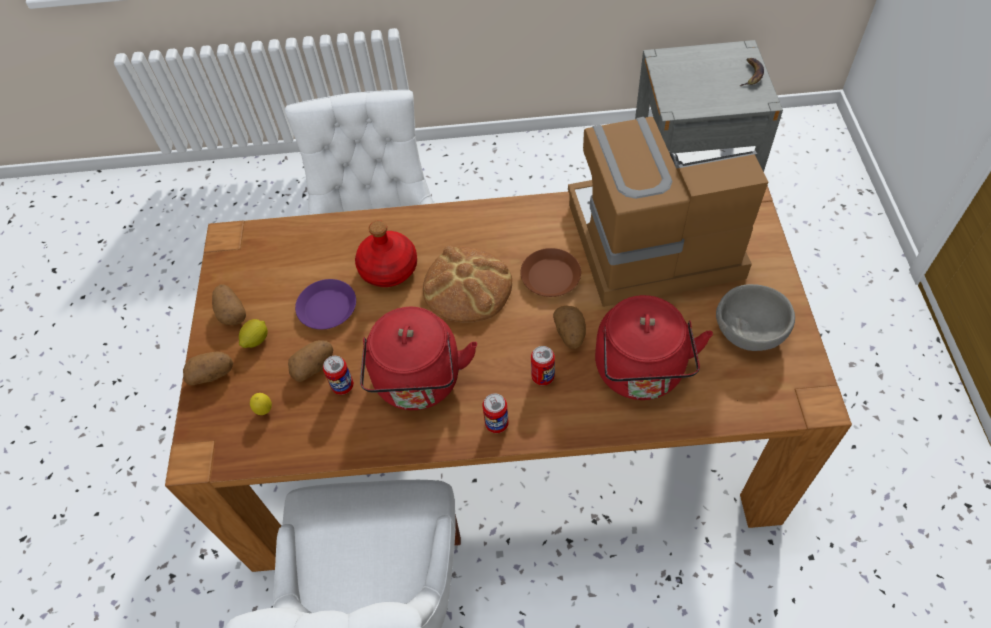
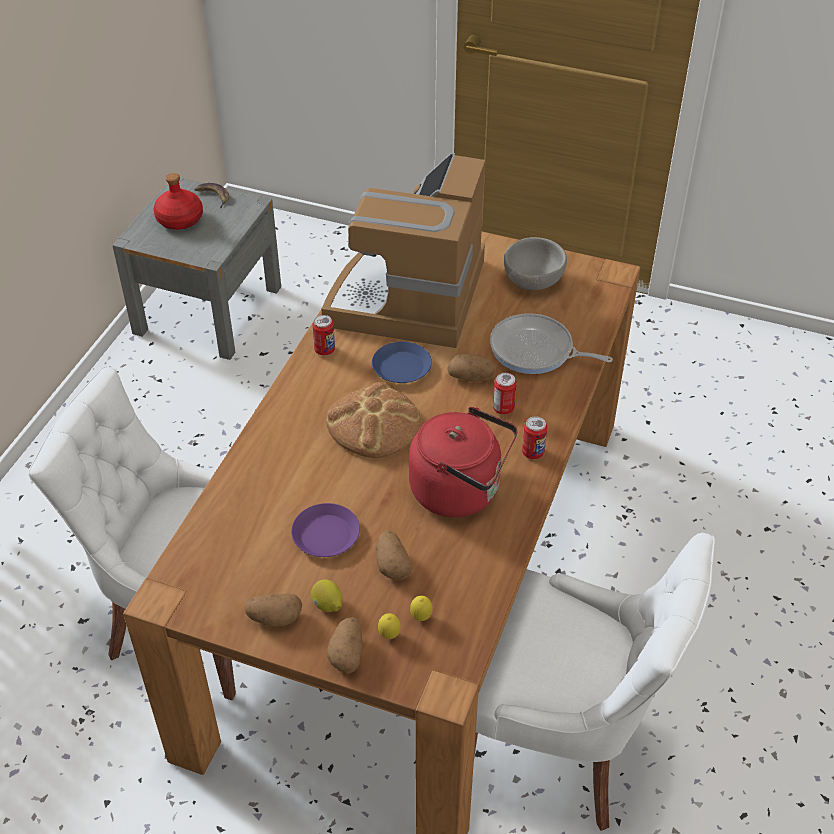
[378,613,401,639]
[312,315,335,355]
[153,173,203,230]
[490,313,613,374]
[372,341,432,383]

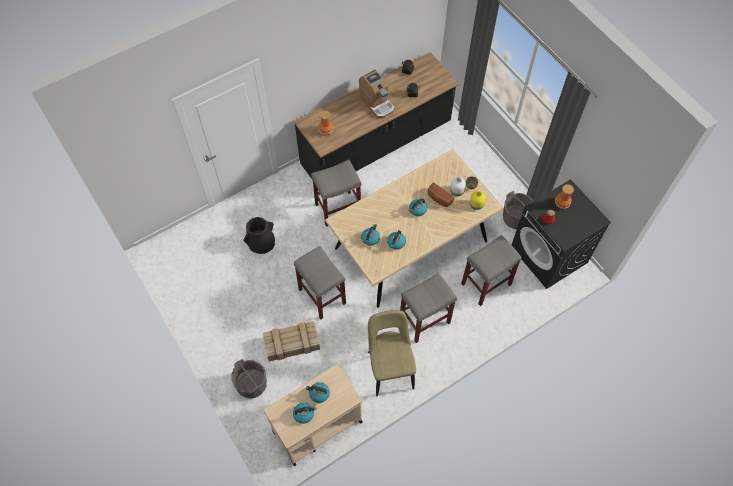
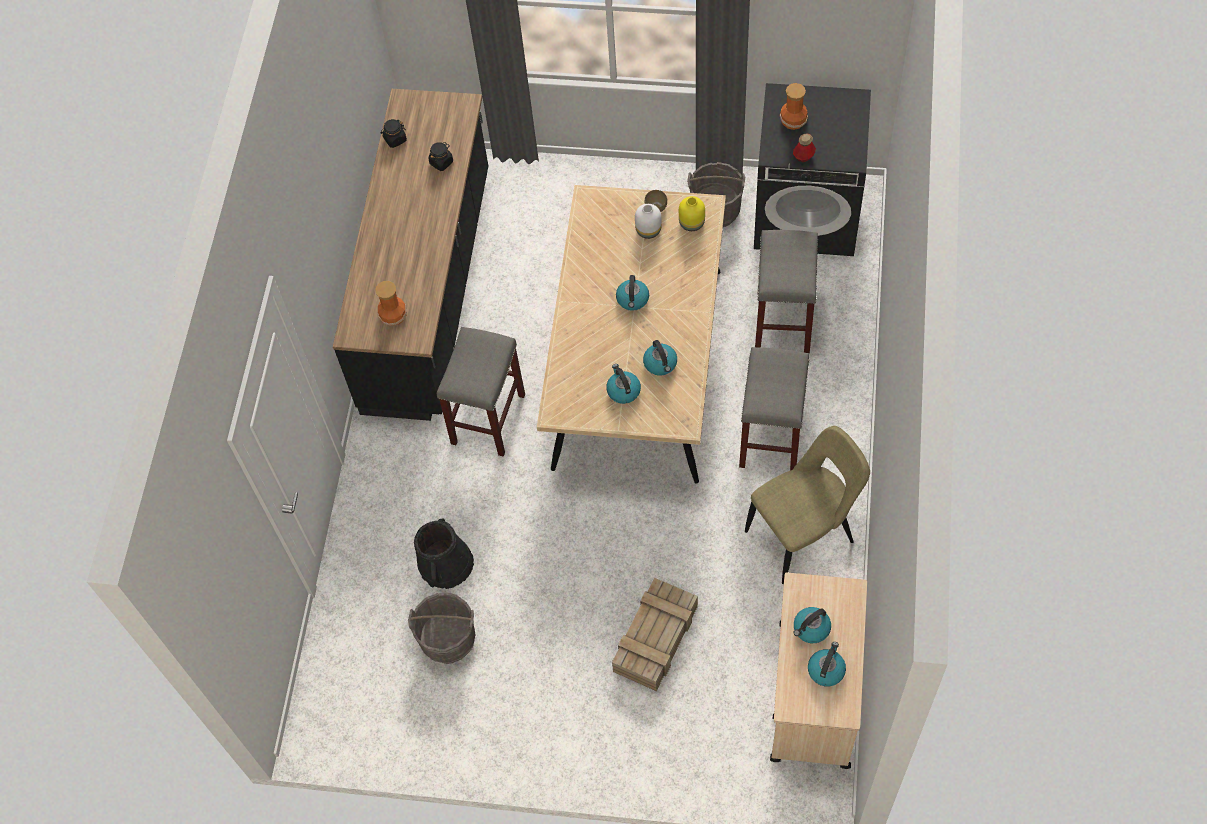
[294,246,346,320] (first image)
[359,70,395,119] (first image)
[428,183,454,207] (first image)
[408,592,475,664]
[745,426,870,584]

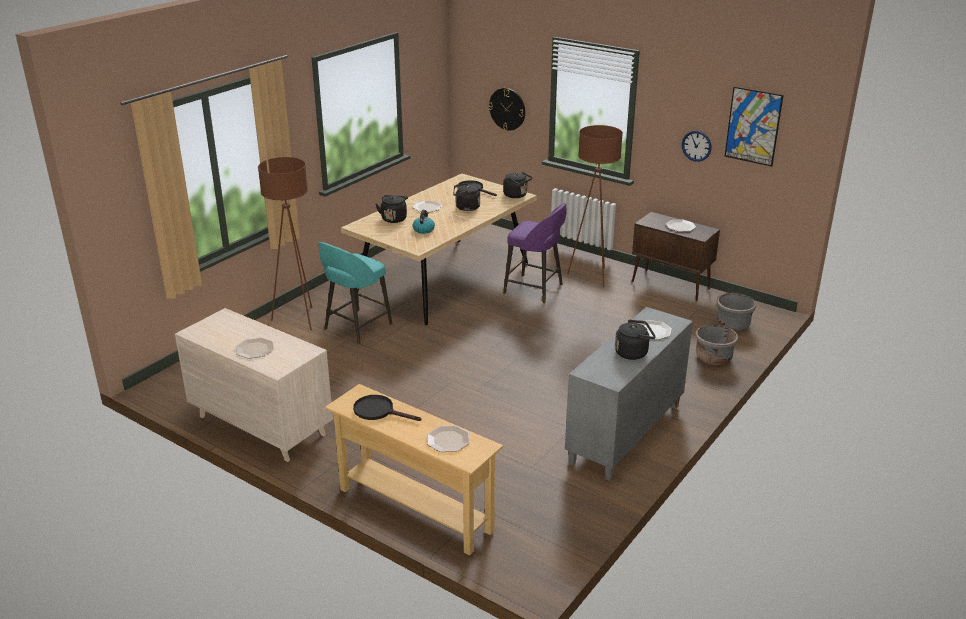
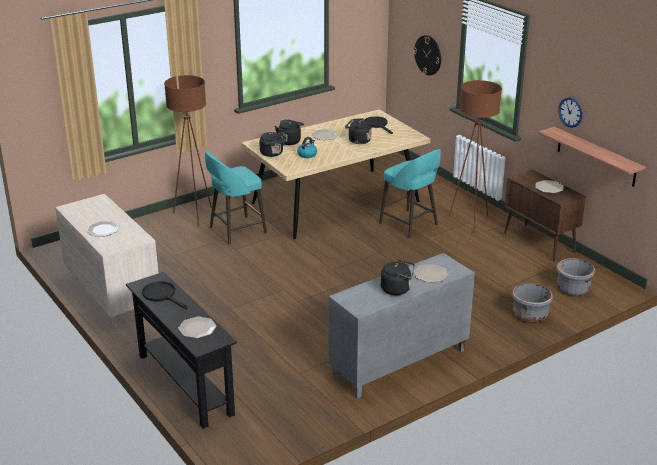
[725,87,783,167] (first image)
[538,127,646,187]
[259,132,286,157]
[126,272,237,429]
[379,149,441,239]

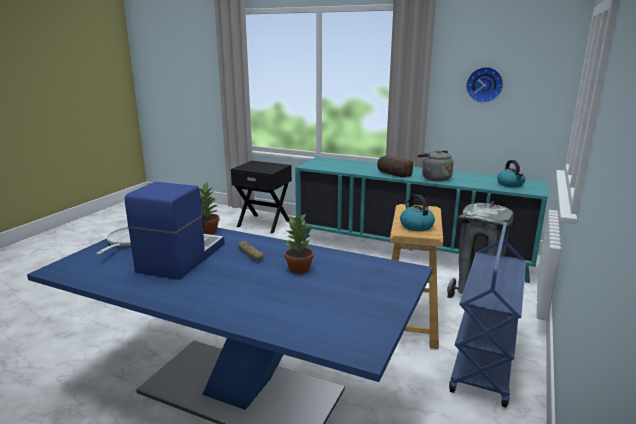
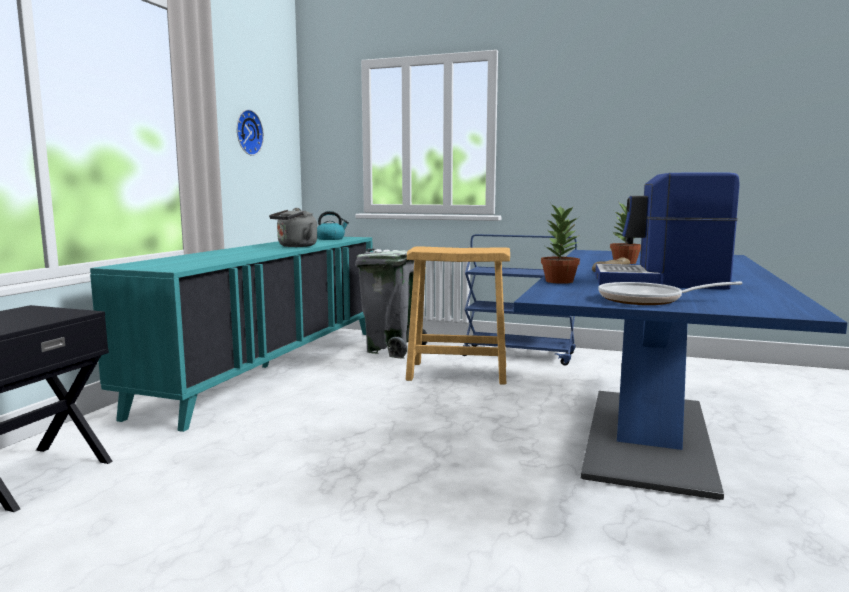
[377,155,413,177] (first image)
[400,195,435,231] (first image)

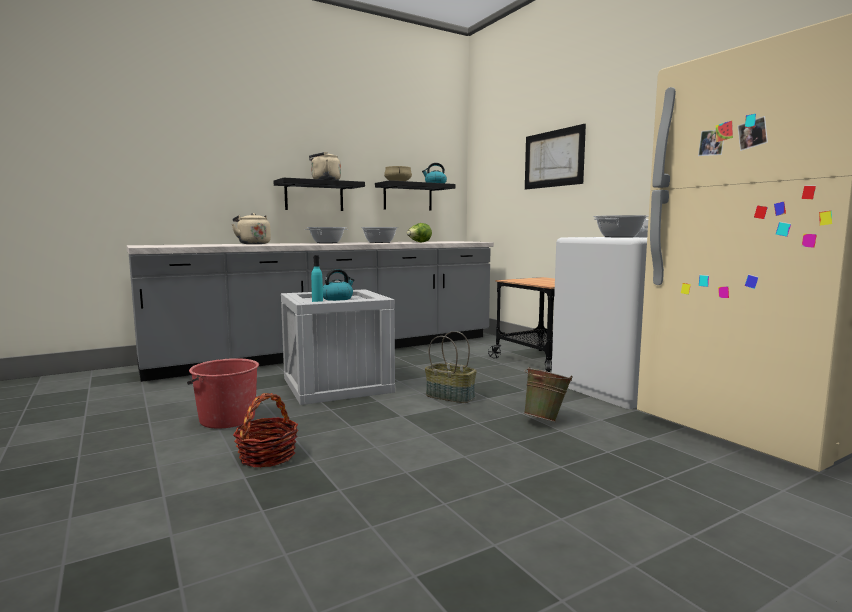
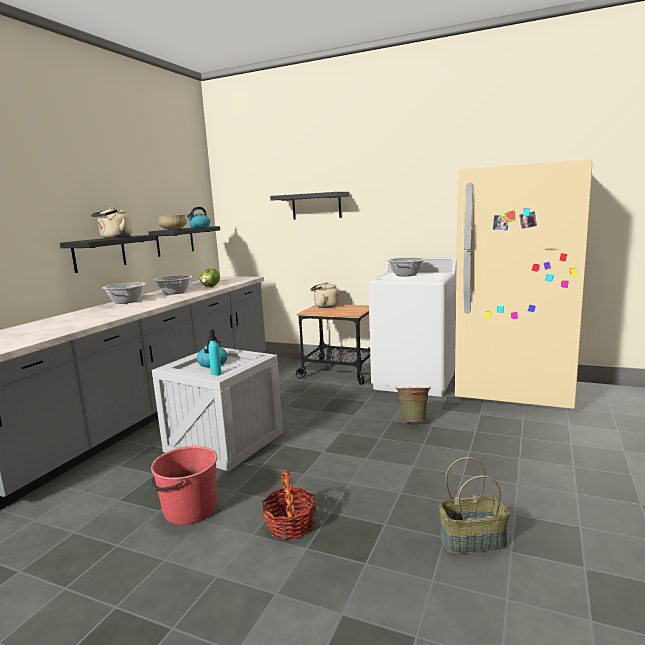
[310,282,339,308]
[438,457,510,554]
[270,192,349,220]

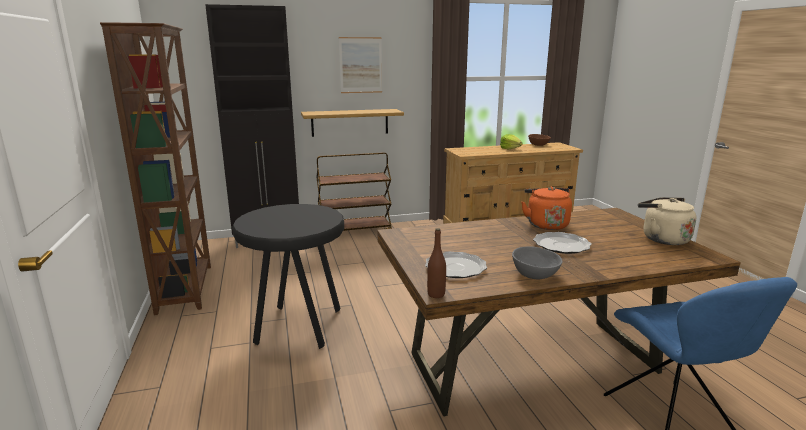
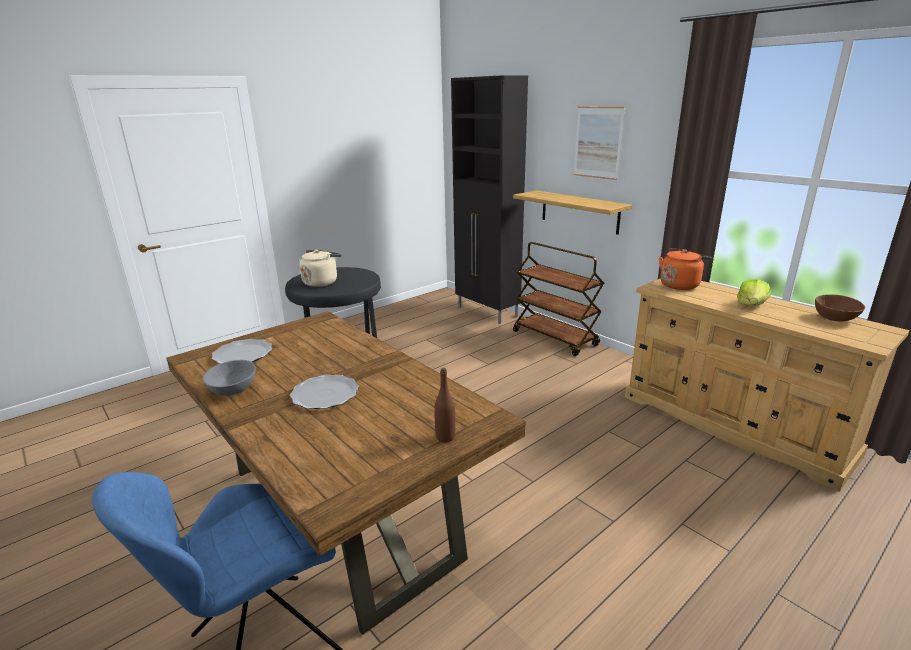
[100,22,211,315] (first image)
[434,368,455,443]
[659,248,713,290]
[299,250,342,287]

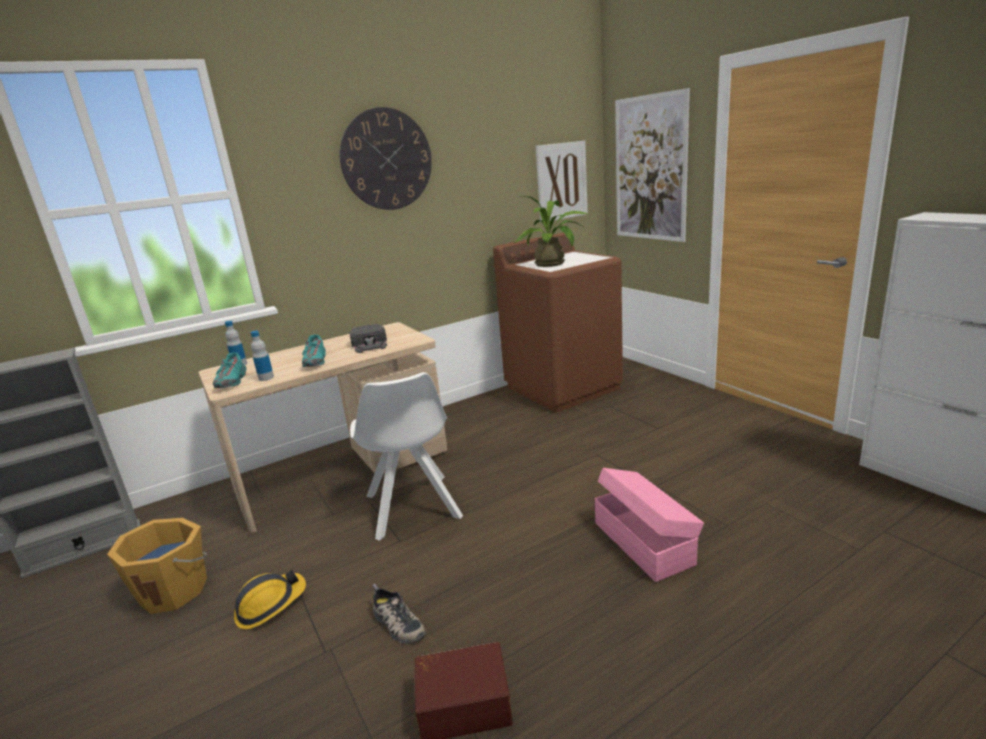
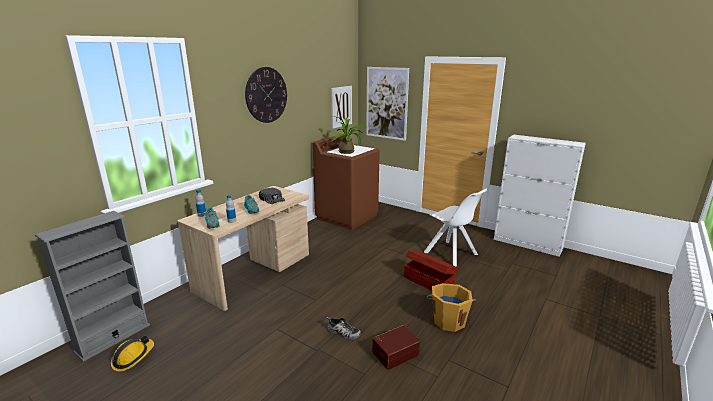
[427,283,476,332]
[111,336,154,372]
[424,189,487,267]
[404,250,458,290]

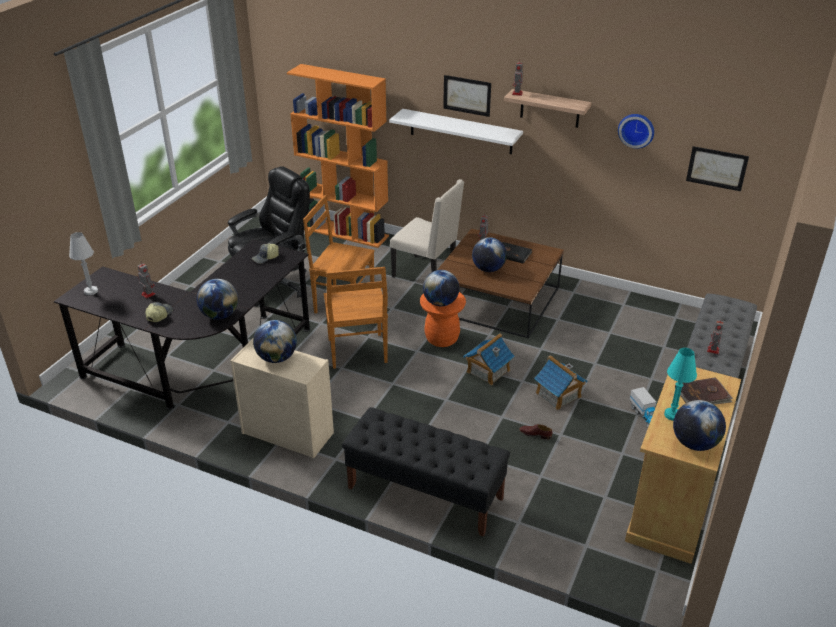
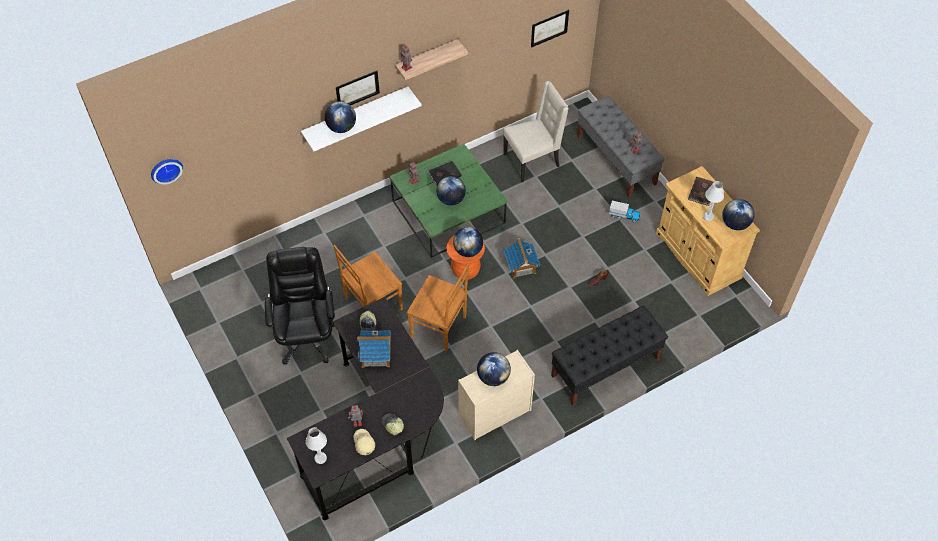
[287,64,389,248] (first image)
[353,429,375,455]
[325,101,356,133]
[503,81,569,182]
[357,330,391,368]
[151,159,183,185]
[389,144,508,258]
[703,181,724,221]

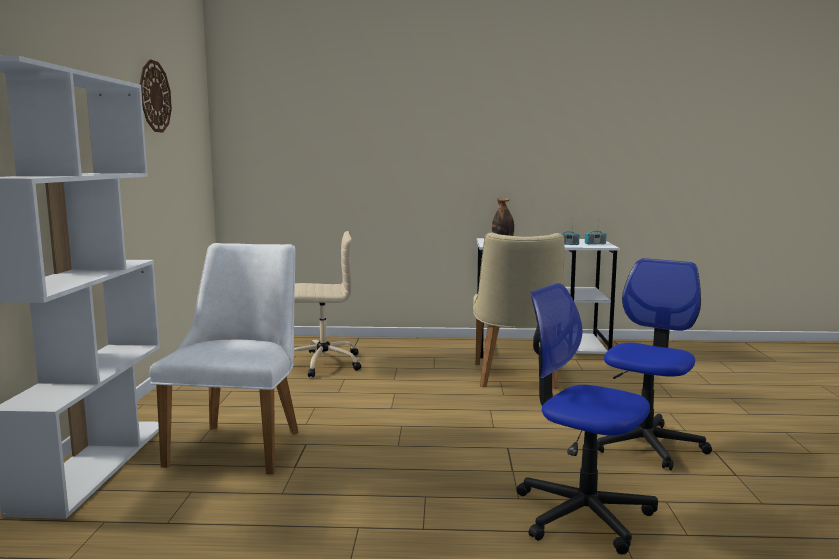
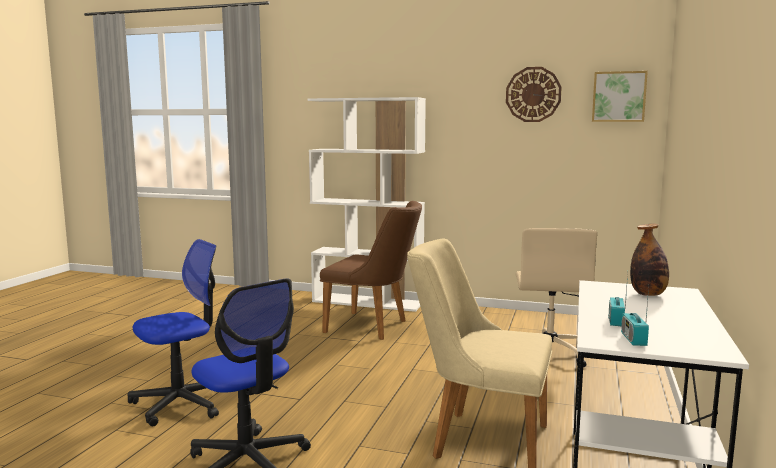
[592,71,648,122]
[320,201,422,340]

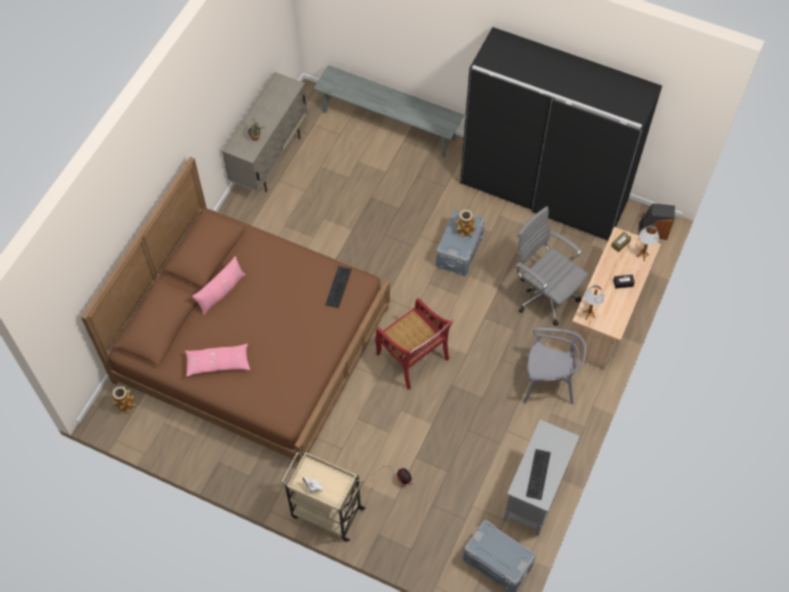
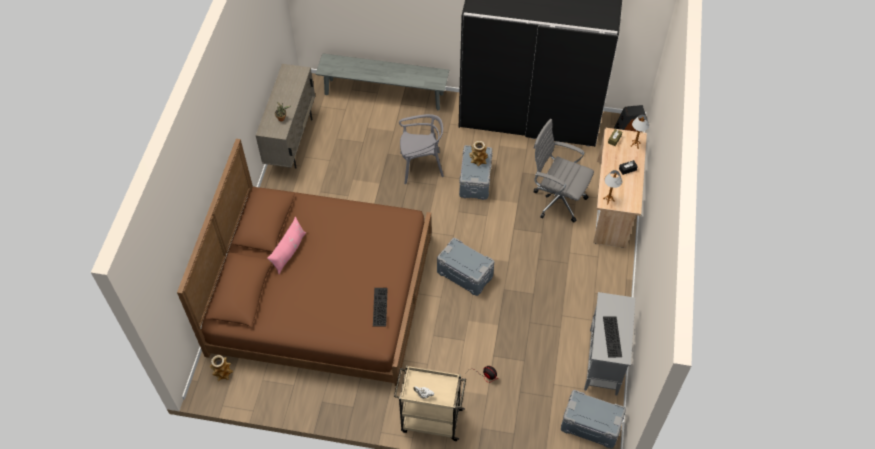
[185,343,250,377] (first image)
[373,288,388,327]
[399,114,444,184]
[437,238,494,296]

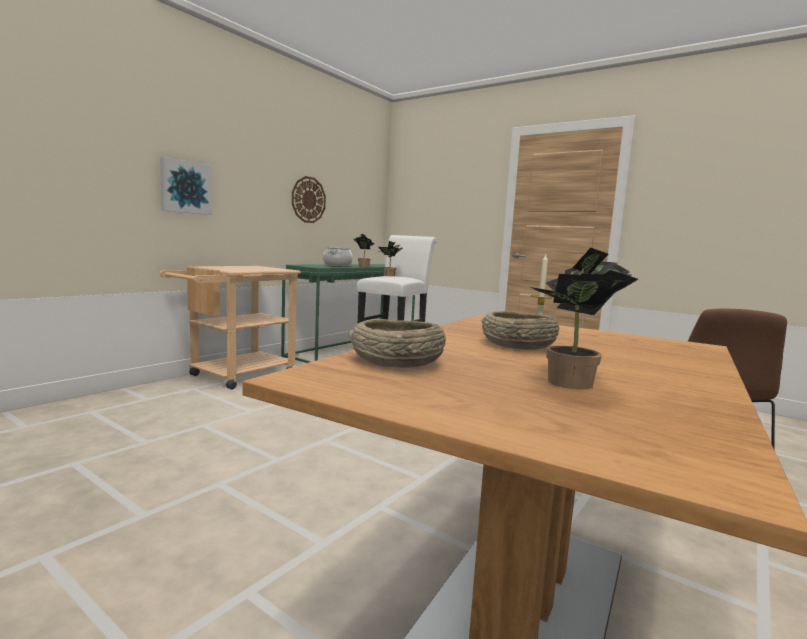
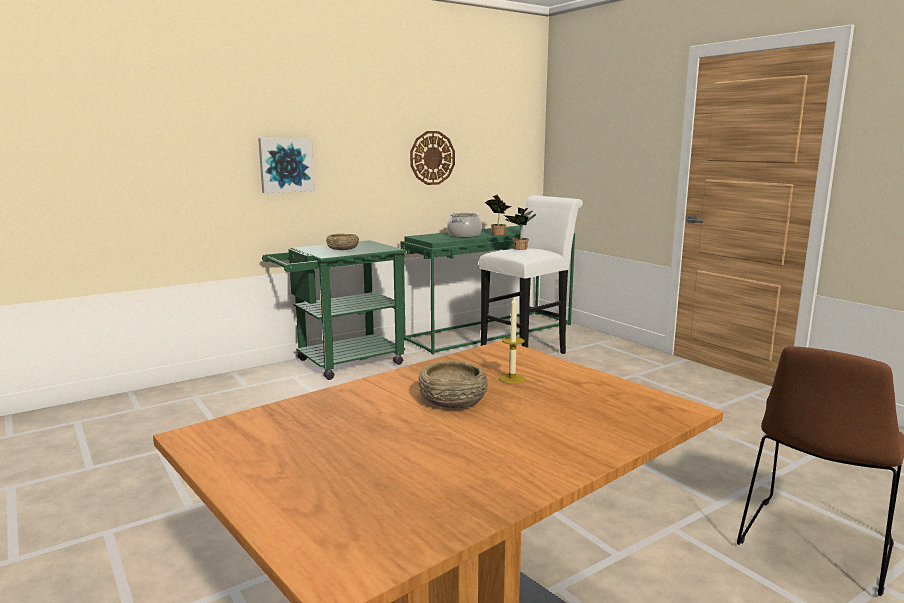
[530,248,638,390] (first image)
[326,234,359,250]
[262,240,406,380]

